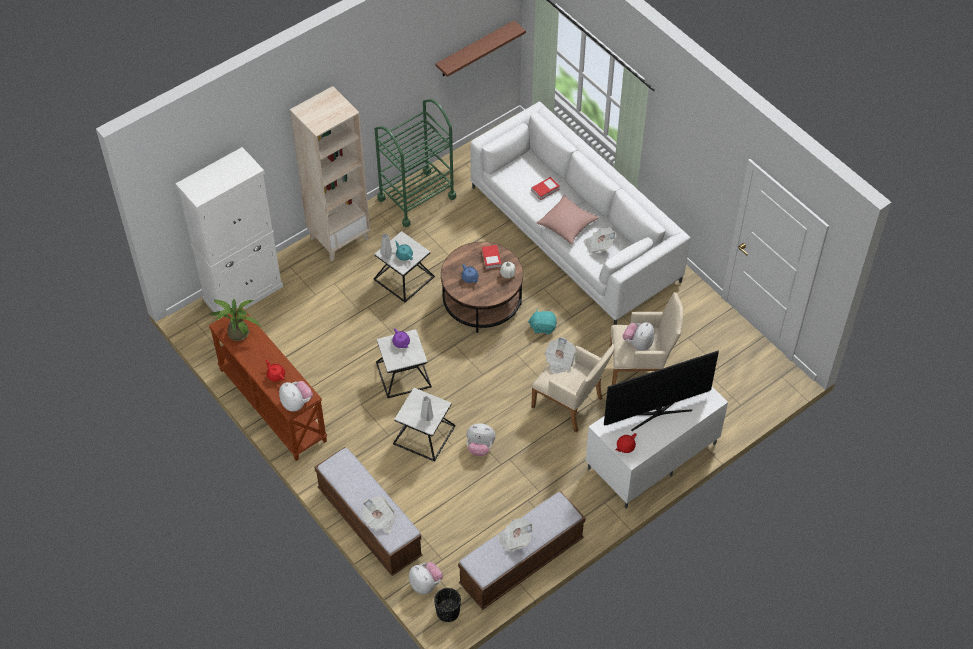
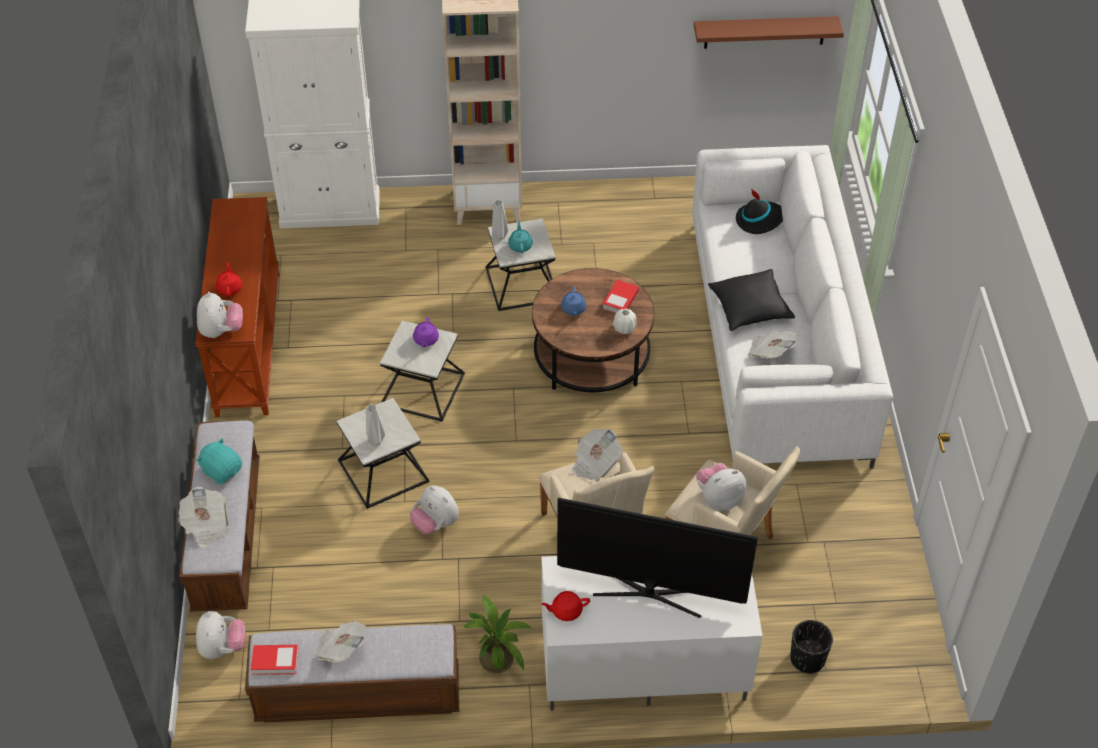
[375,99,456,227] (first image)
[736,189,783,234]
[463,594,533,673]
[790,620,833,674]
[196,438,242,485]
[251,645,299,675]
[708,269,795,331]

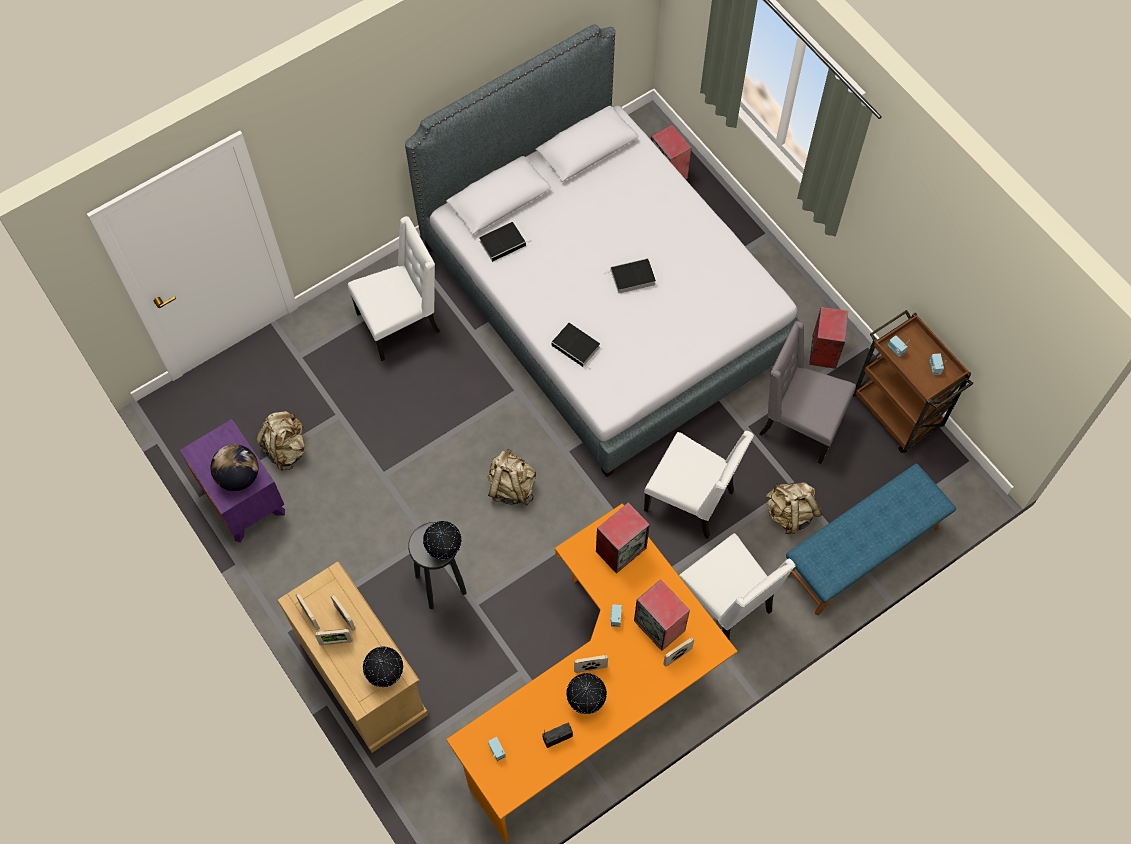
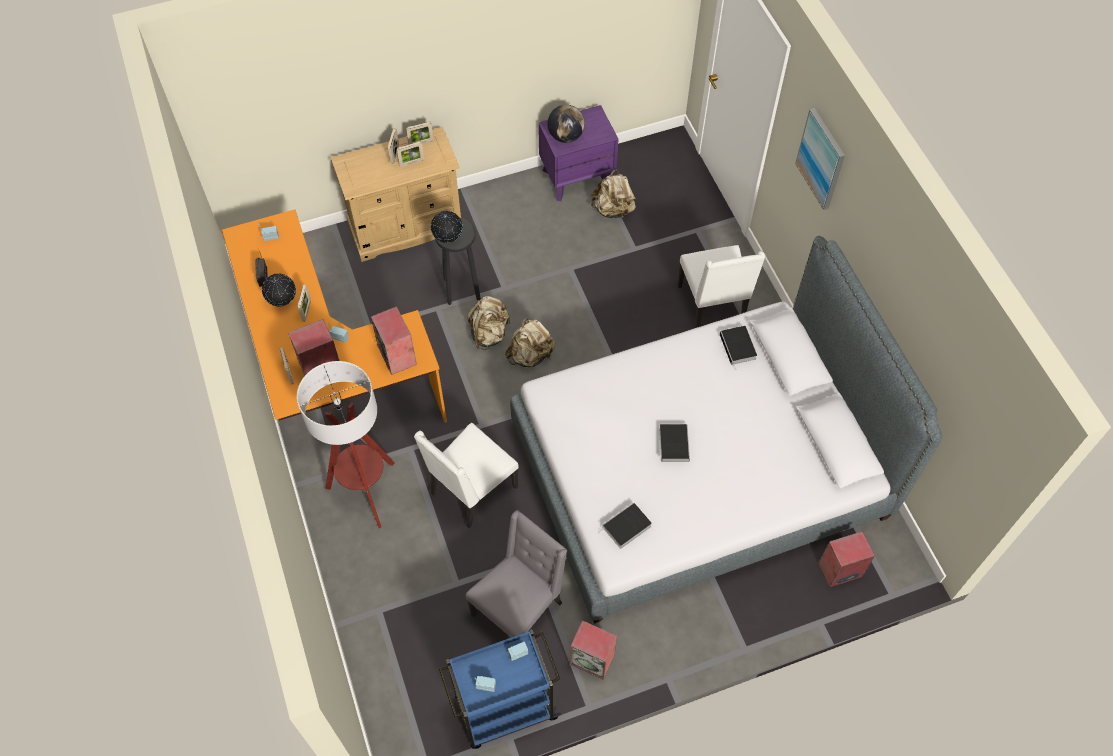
[363,647,403,687] (first image)
[786,464,956,615] (first image)
[795,108,845,210]
[598,503,652,549]
[467,296,510,350]
[297,361,395,528]
[439,630,561,749]

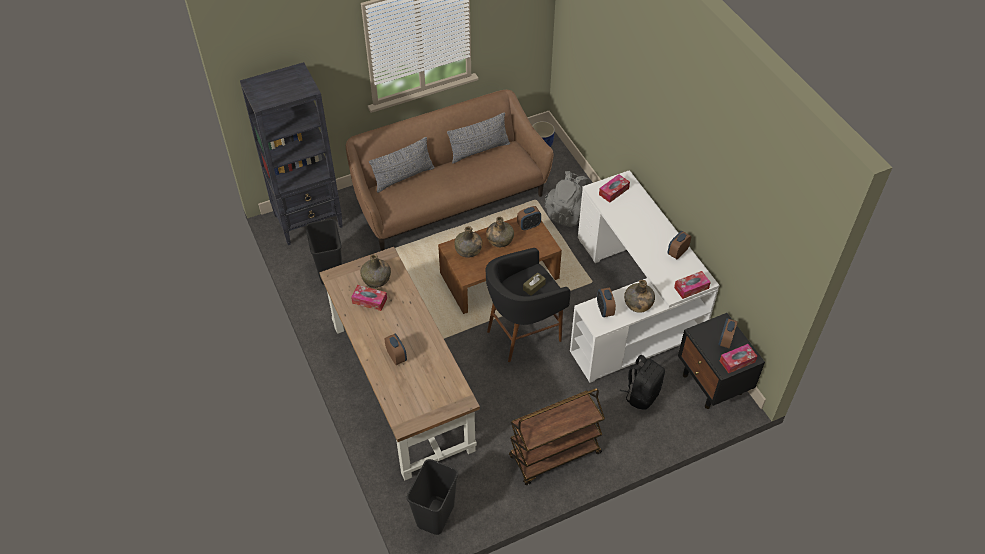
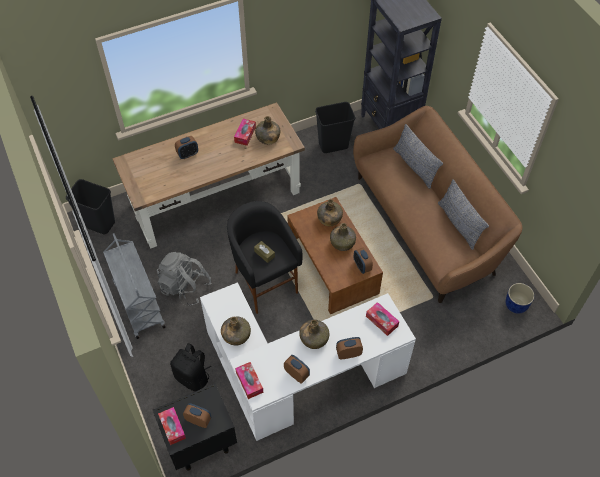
[299,319,329,349]
[157,252,212,306]
[336,337,363,359]
[103,233,165,339]

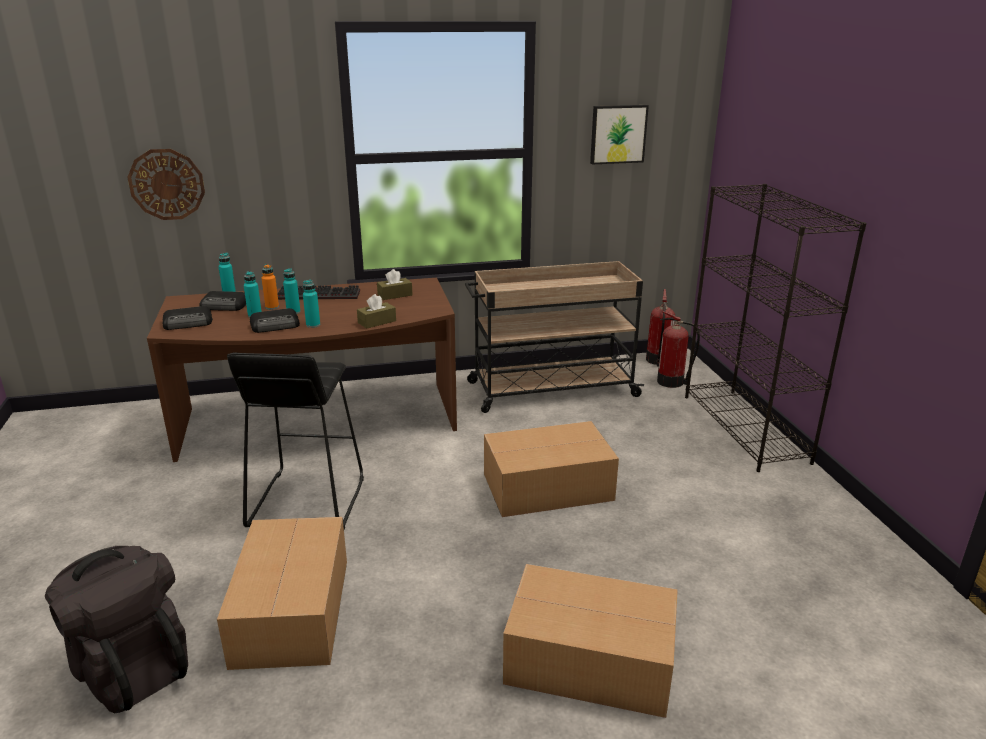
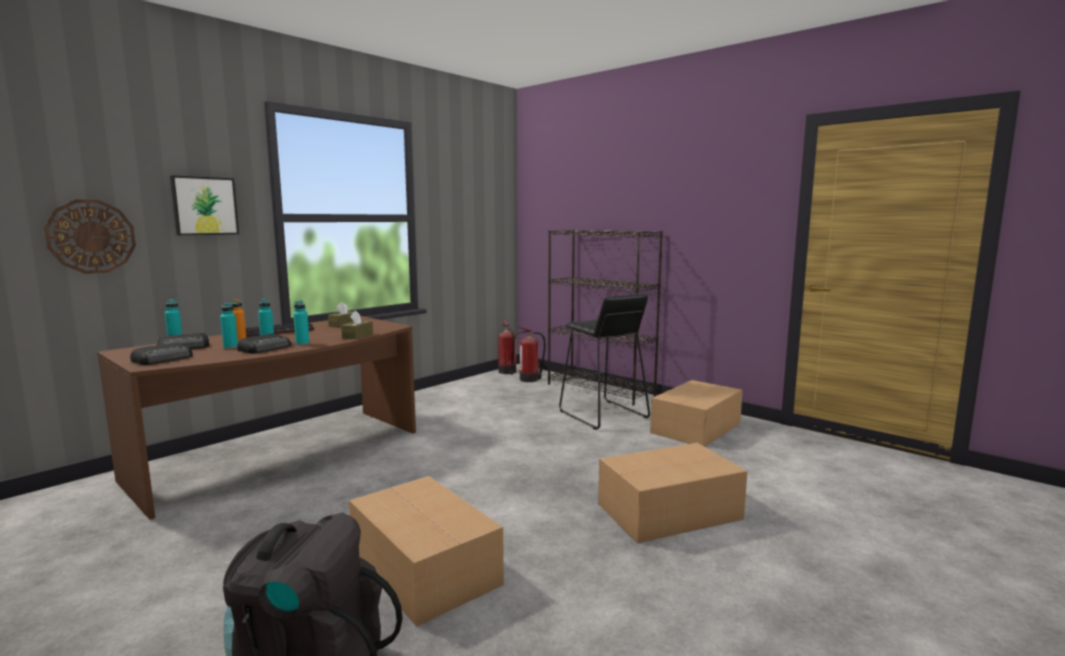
[465,261,644,413] (first image)
[559,294,650,430]
[650,380,743,447]
[170,175,239,235]

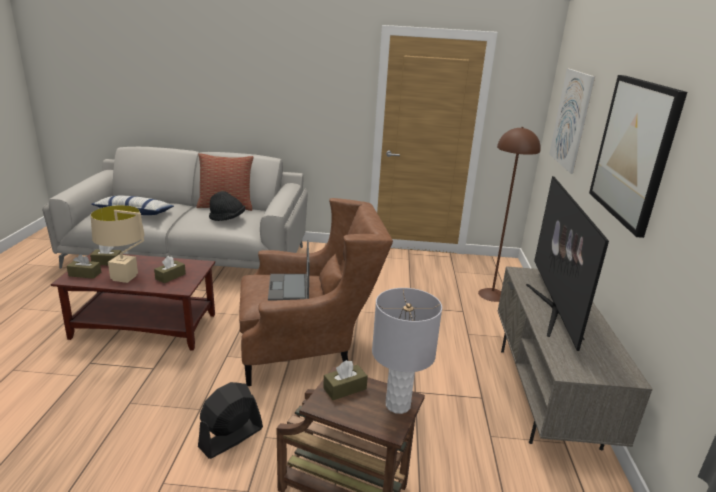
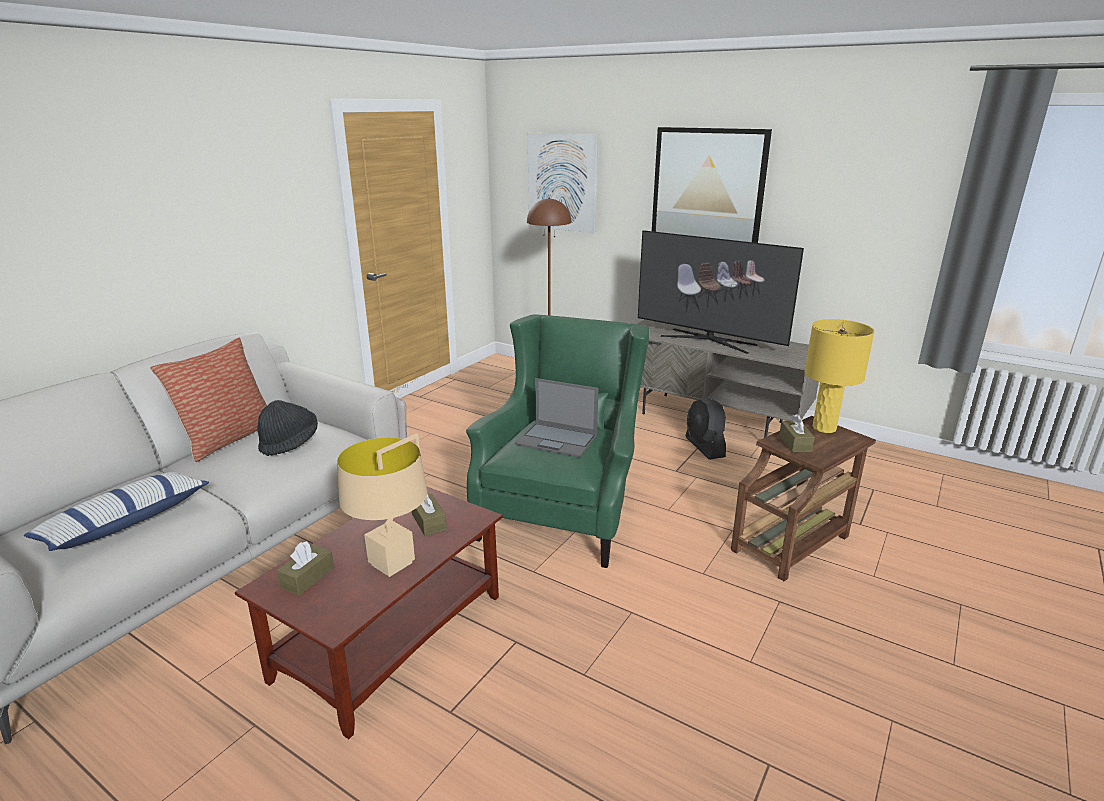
[67,254,101,279] (first image)
[685,397,726,460]
[466,314,649,568]
[805,319,875,433]

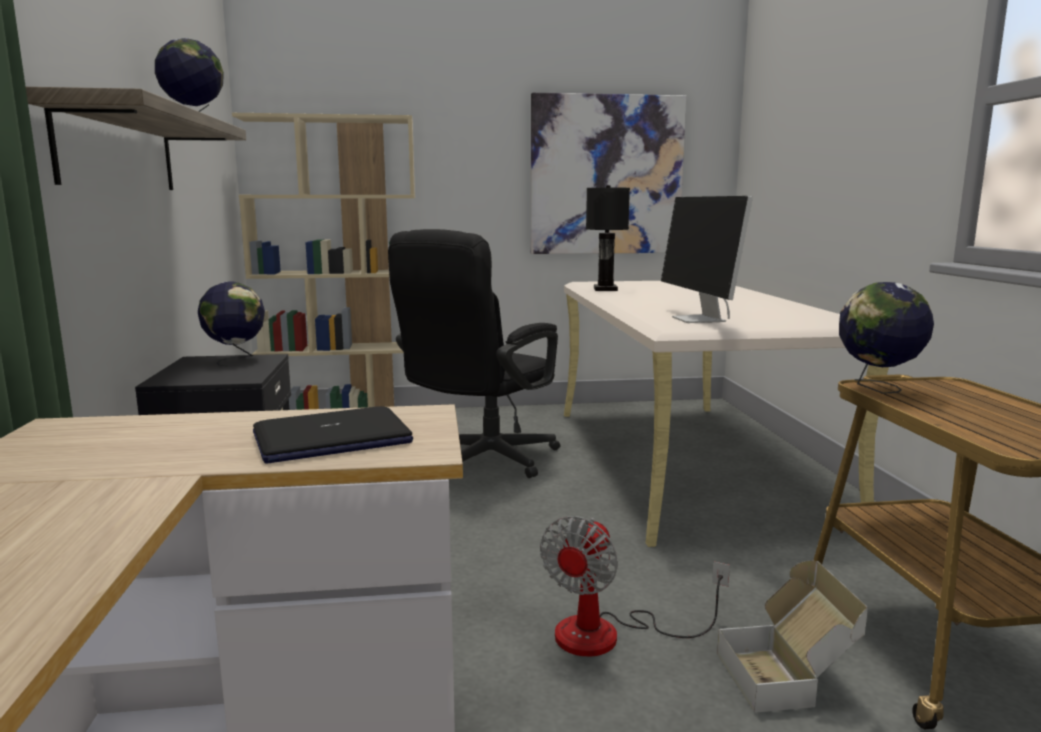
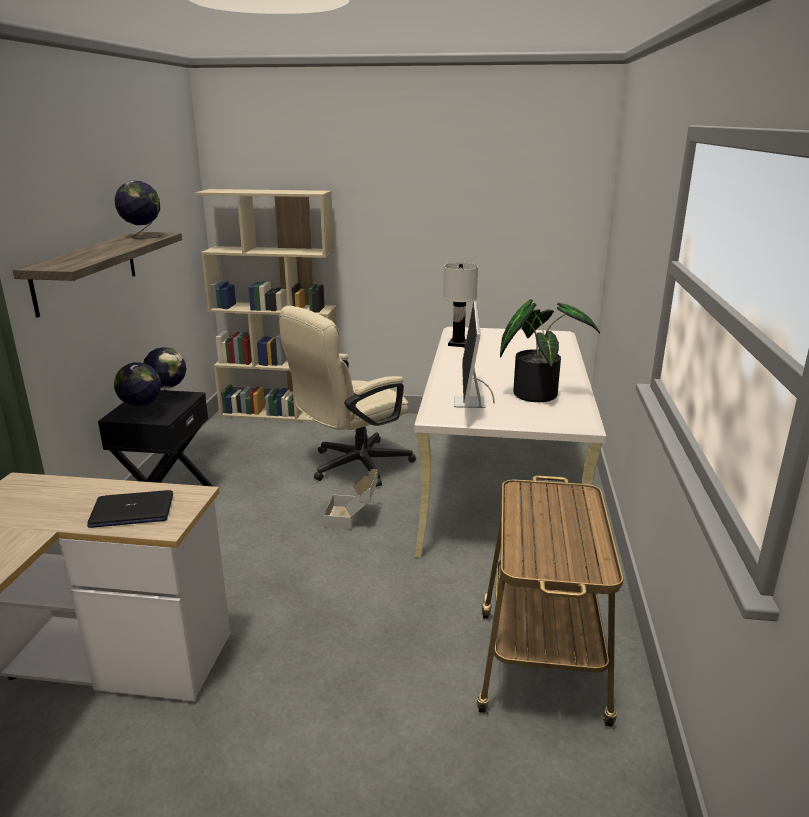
[531,93,686,254] (first image)
[540,516,730,657] (first image)
[500,299,600,402]
[323,469,378,529]
[114,362,161,420]
[279,306,416,487]
[443,263,478,347]

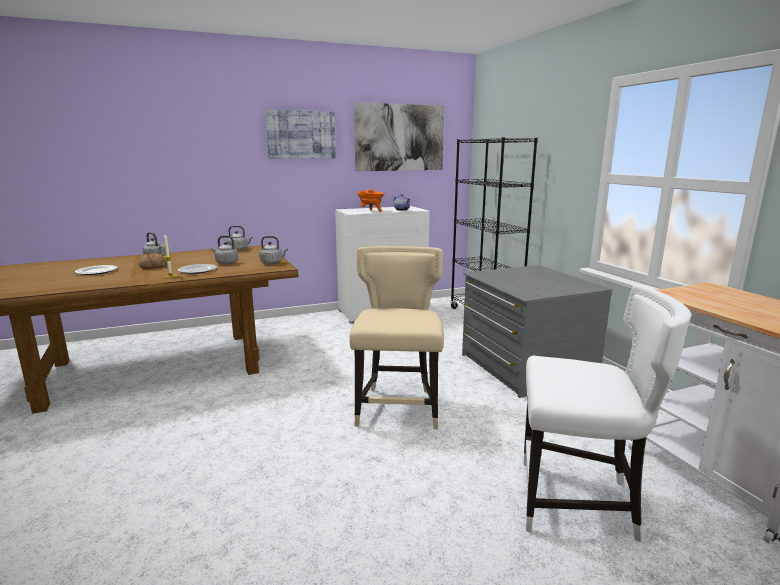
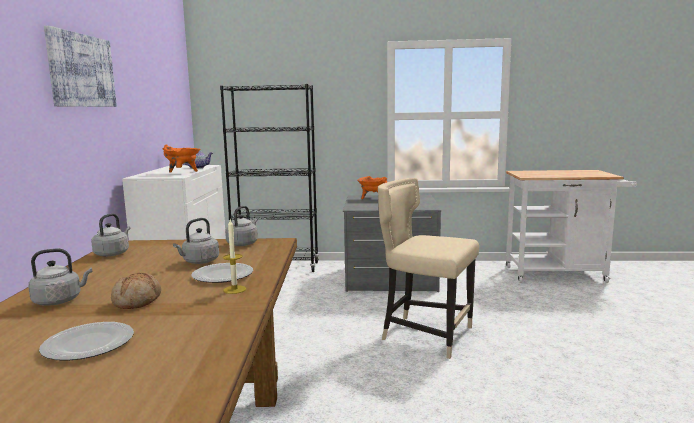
[354,102,444,171] (first image)
[523,284,691,542] (first image)
[357,176,387,199]

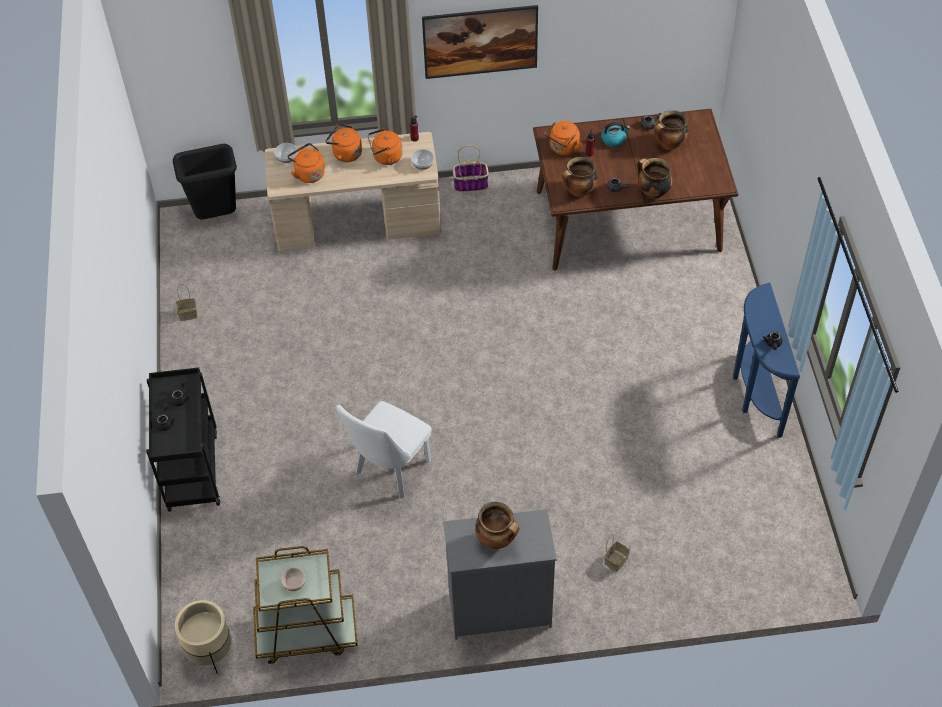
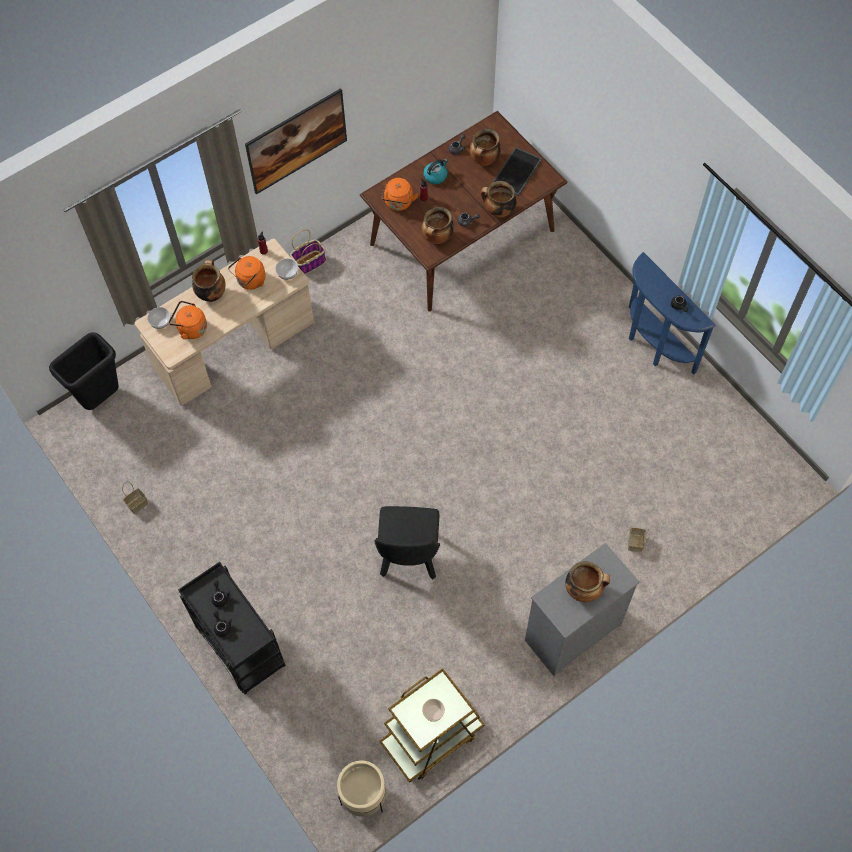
[492,147,542,196]
[192,260,226,302]
[374,506,440,579]

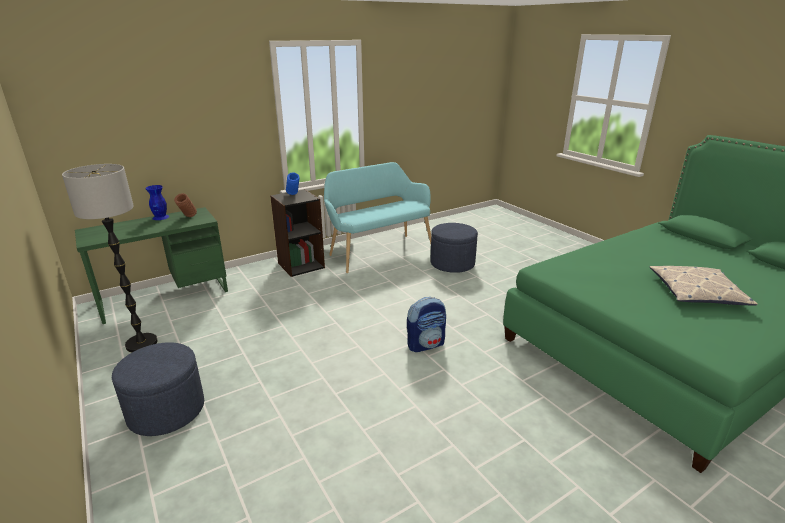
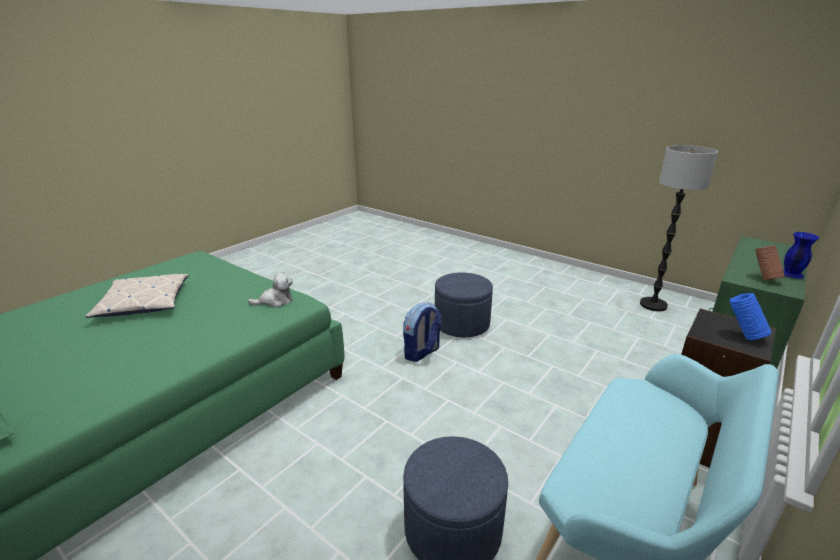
[248,272,293,308]
[435,273,493,337]

